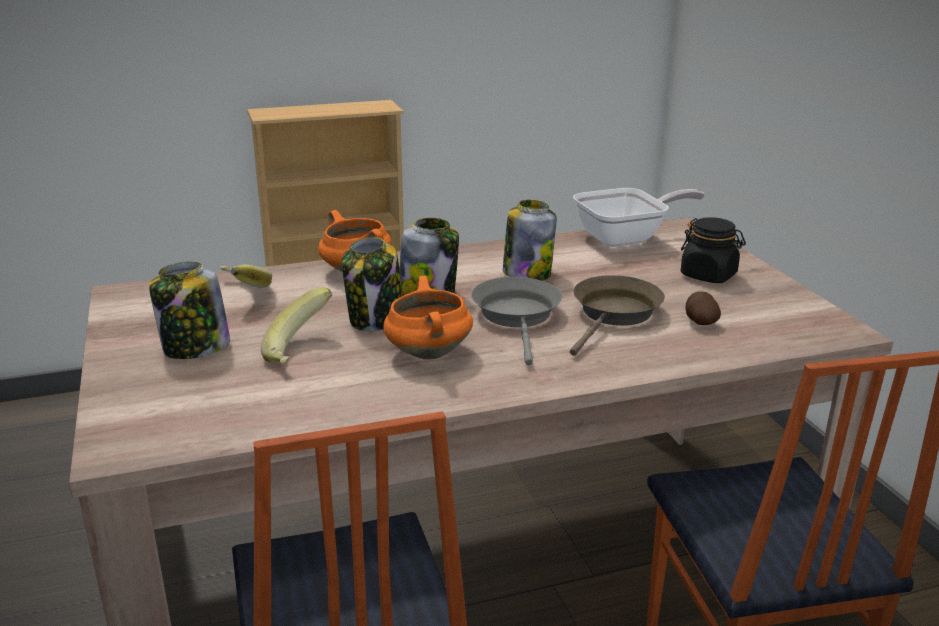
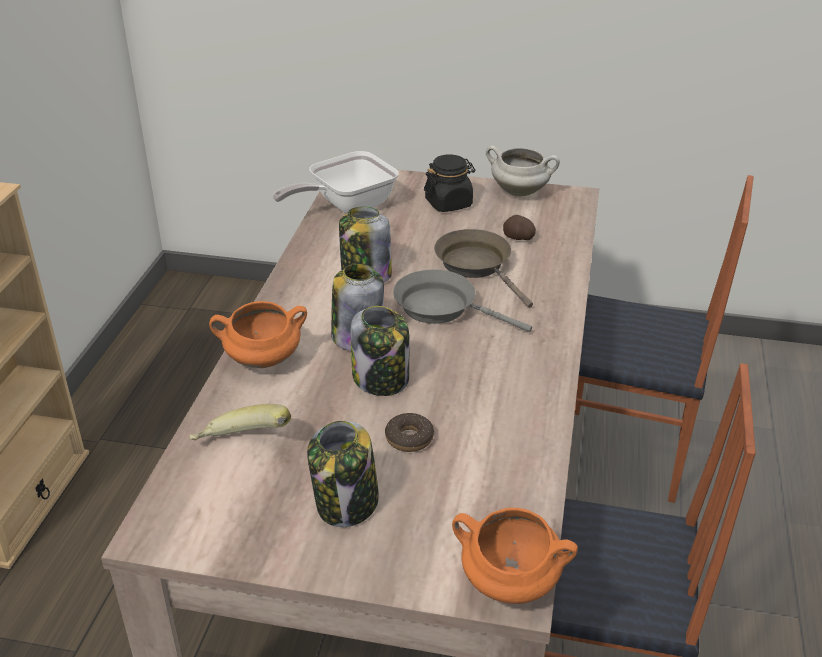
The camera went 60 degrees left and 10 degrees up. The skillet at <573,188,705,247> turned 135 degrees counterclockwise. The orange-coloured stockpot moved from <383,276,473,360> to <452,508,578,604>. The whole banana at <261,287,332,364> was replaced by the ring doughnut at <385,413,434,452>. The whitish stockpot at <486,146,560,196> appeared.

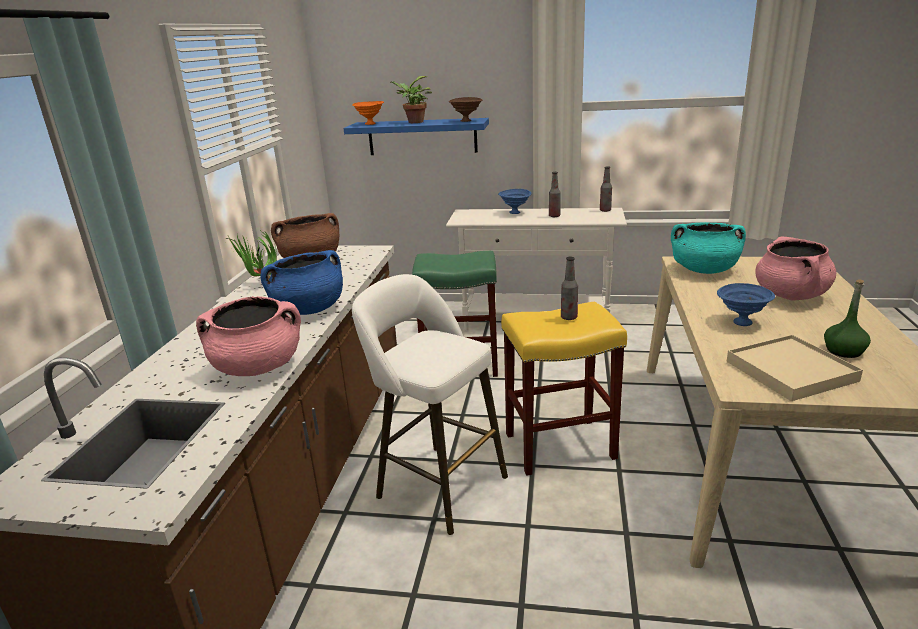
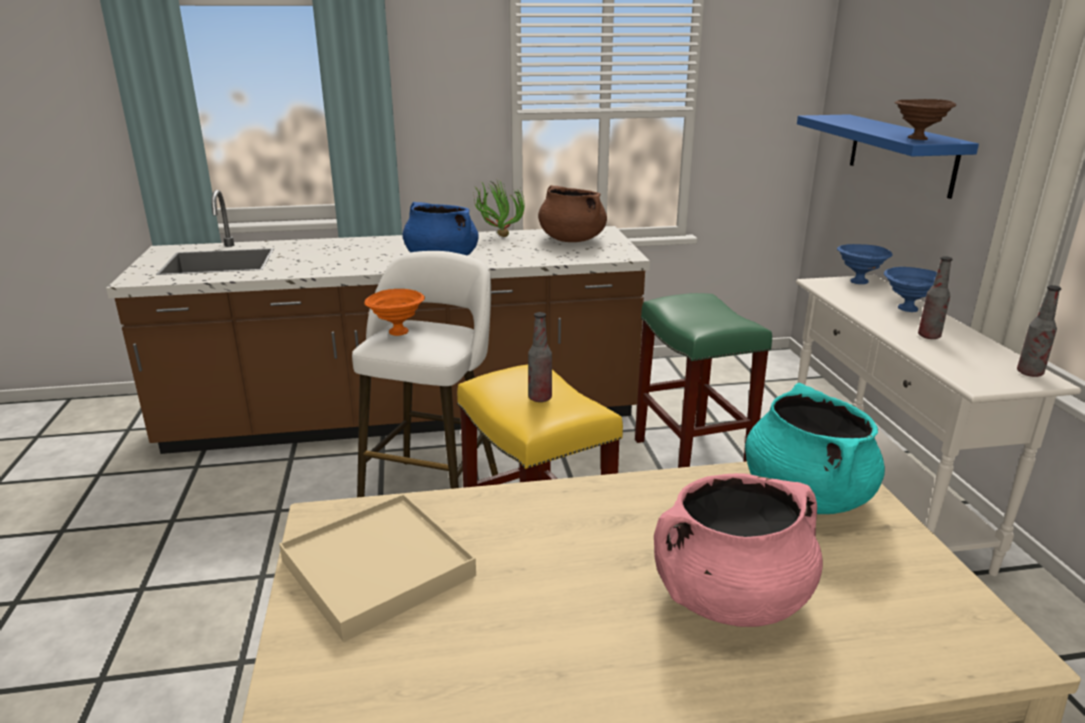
The camera went 70 degrees right and 0 degrees up. The plant in a pot at <390,76,432,123> disappeared. The orange-coloured serving bowl moved from <352,101,384,125> to <364,289,425,336>. The greenish bottle at <824,279,871,358> disappeared. The blue serving bowl moved from <717,283,775,326> to <837,244,893,284>. The pink-coloured stockpot at <196,296,301,376> disappeared.

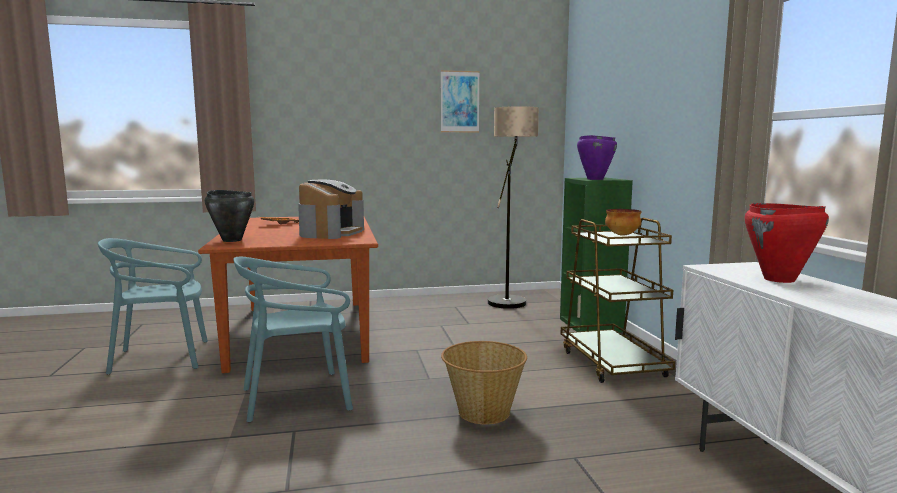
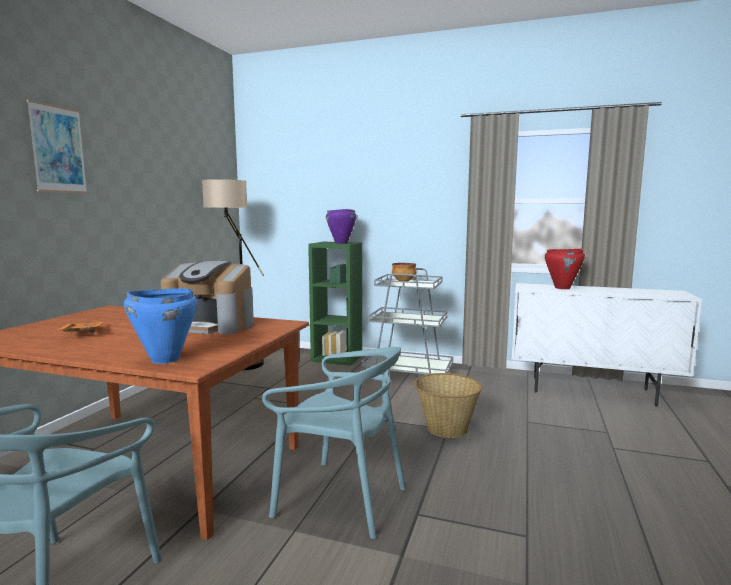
The camera went 60 degrees left and 0 degrees up. The wall picture moved from <441,70,480,133> to <27,100,87,193>. The coffee maker at <298,180,364,239> turned 150 degrees clockwise. The black stockpot at <205,190,254,242> became the blue stockpot at <124,288,197,364>. The brown cart at <561,218,675,383> became the greyish cart at <361,268,453,375>. The blue-green plain chair at <234,257,353,422> turned 75 degrees counterclockwise.

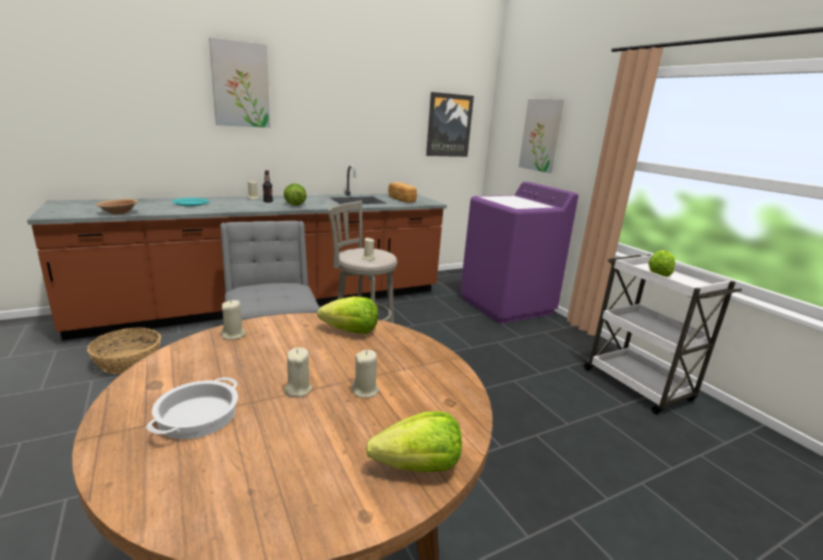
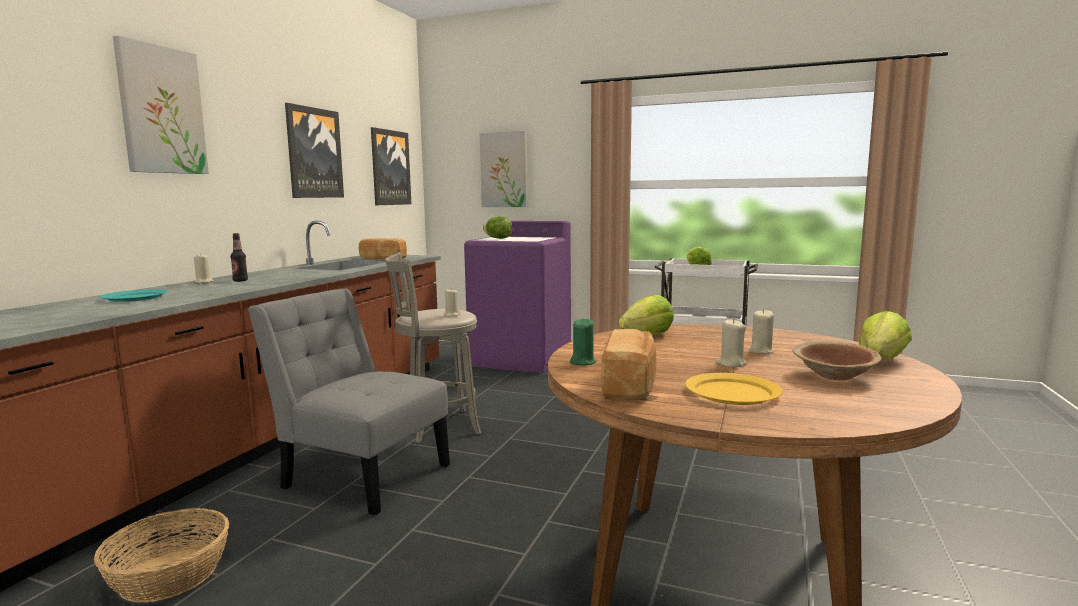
The camera went 40 degrees left and 10 degrees down. The lettuce head moved from <284,183,307,206> to <483,216,512,239>. The brown serving bowl moved from <96,199,138,214> to <792,341,881,380>. The sand-coloured wax light at <221,300,246,339> became the greenish wax light at <570,318,596,366>. The stockpot at <146,377,238,439> was replaced by the yellow plate at <685,373,783,405>. The wall picture at <285,103,344,198> appeared. The baked bread at <601,329,657,400> appeared.

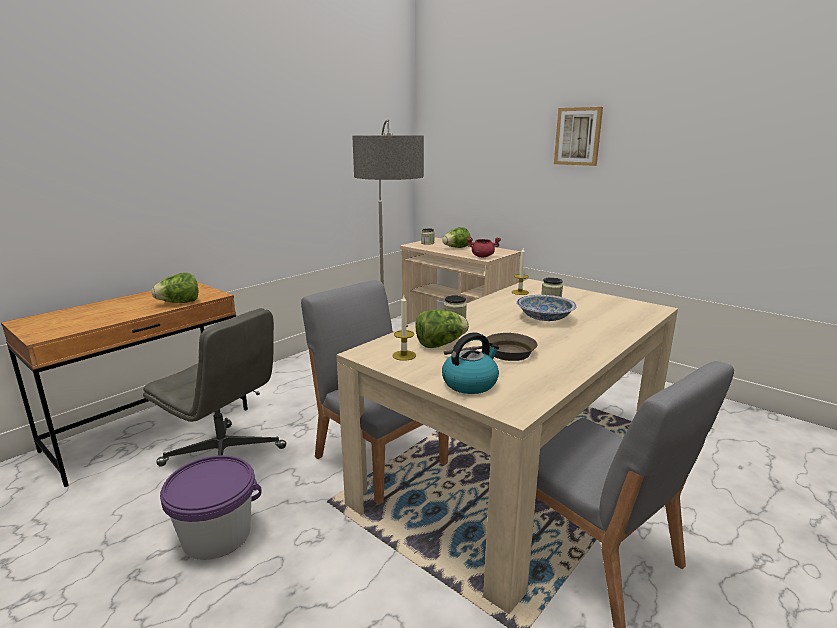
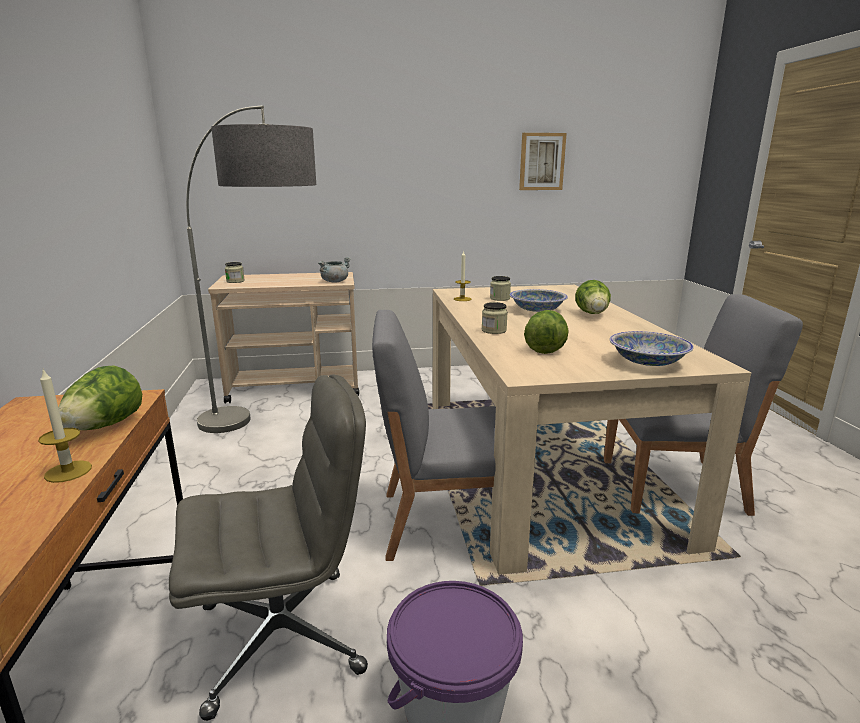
The camera went 50 degrees left and 0 degrees up. The wall picture moved from <554,107,603,166> to <519,133,567,190>. The lettuce head moved from <442,227,471,248> to <575,280,611,314>. The red stockpot at <467,237,501,257> became the greyish stockpot at <318,257,351,282>. The wax light moved from <392,296,416,361> to <38,369,92,483>. The water kettle at <442,332,499,394> was replaced by the serving bowl at <609,331,694,366>. The brown skillet at <444,333,538,361> disappeared.

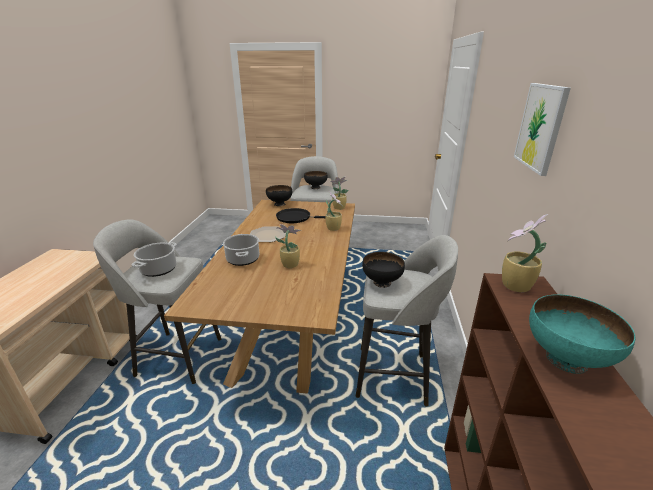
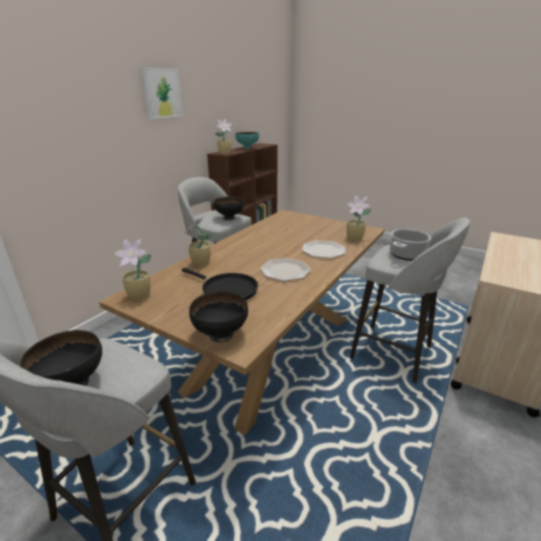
The camera went 155 degrees left and 0 degrees up. The plant in a pot moved from <275,224,301,268> to <346,196,371,241>. The stockpot at <223,234,259,266> was replaced by the plate at <302,240,345,258>.

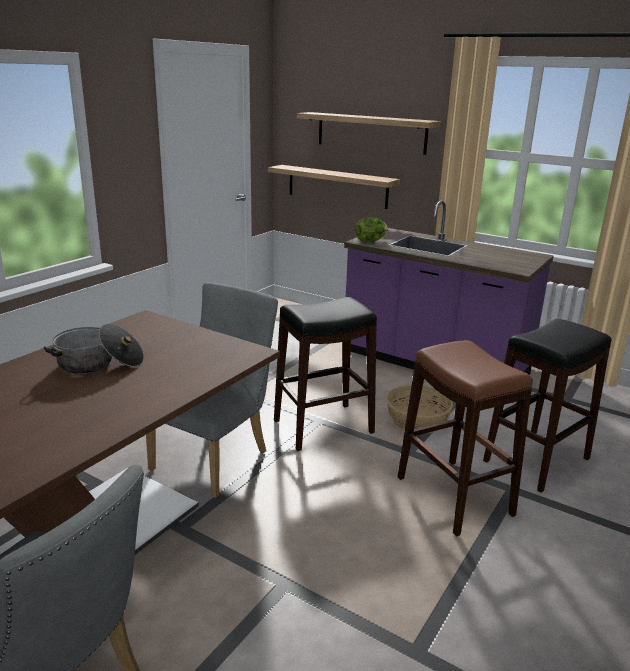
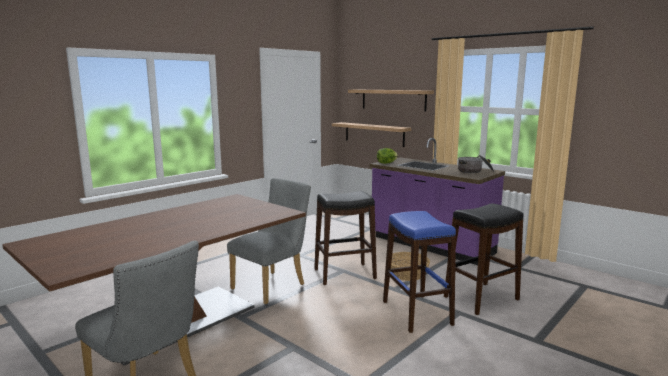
The camera went 10 degrees right and 10 degrees down. The stockpot moved from <44,324,144,374> to <458,154,494,173>. The brown stool at <397,340,533,537> became the blue stool at <383,211,456,333>.

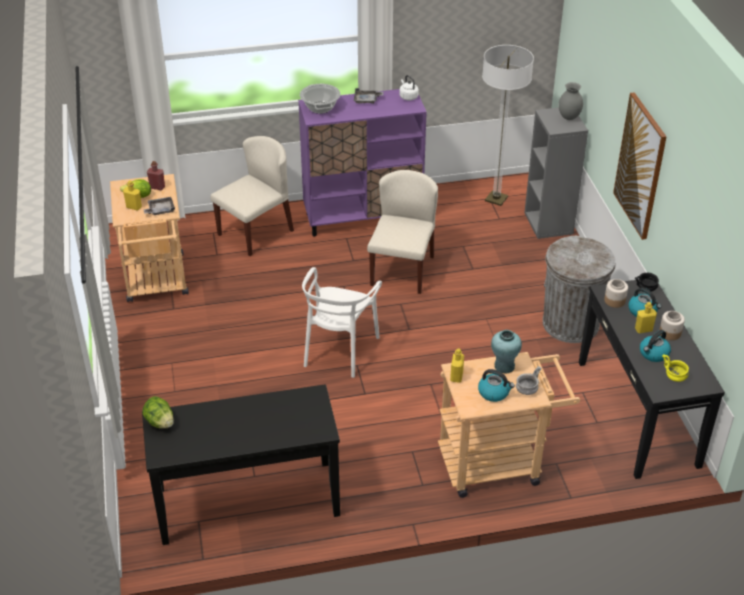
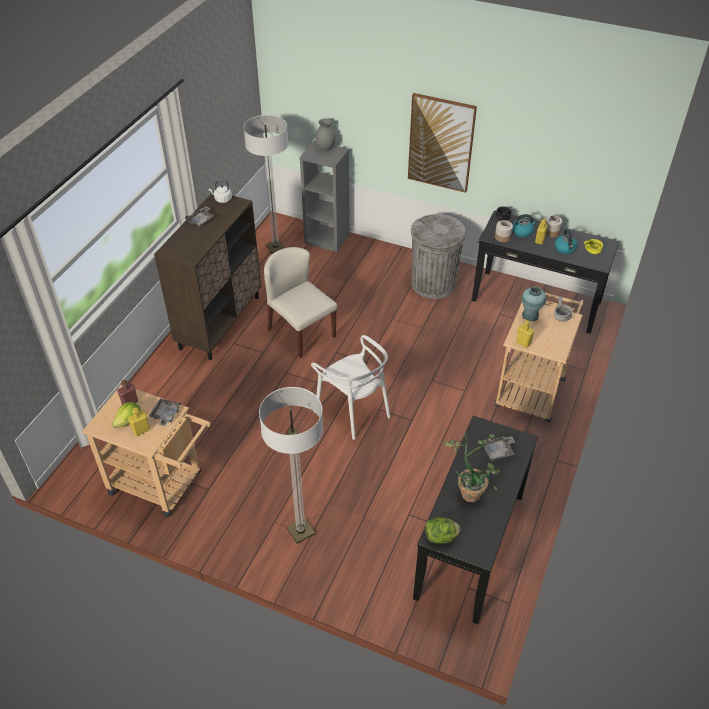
The camera went 55 degrees left and 5 degrees up. The stockpot at <300,83,340,114> disappeared. The purple storage cabinet at <298,89,427,237> became the brown storage cabinet at <154,191,261,360>. The sand-coloured plain chair at <210,136,294,256> disappeared. The water kettle at <478,369,515,402> disappeared. The standard lamp at <259,387,323,544> appeared. The plant in a pot at <444,433,500,502> appeared. The greyish tray at <482,436,515,461> appeared.

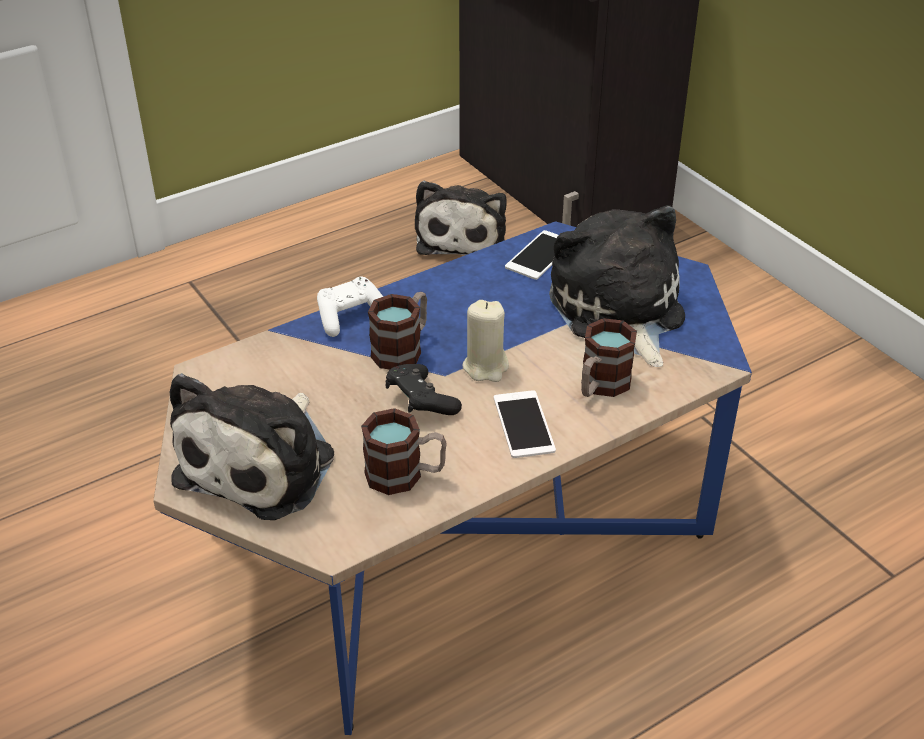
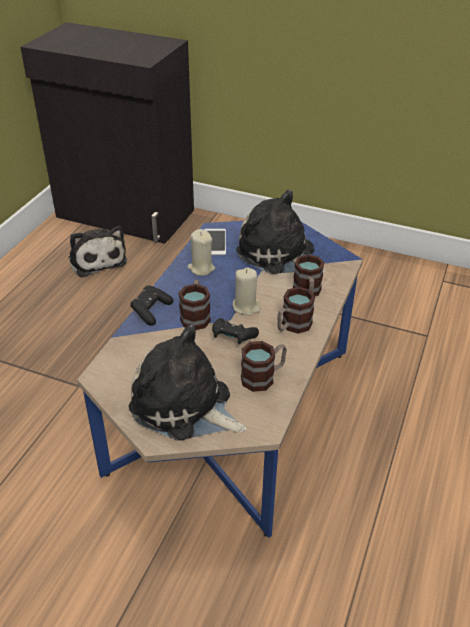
The camera went 35 degrees left and 0 degrees up. The whitish gamepad at <317,277,383,337> became the black gamepad at <130,285,173,326>. The soft toy at <170,373,334,520> turned 135 degrees clockwise. The handset at <493,390,556,458> was replaced by the tea mug at <277,287,315,334>. The sand-coloured wax light at <187,229,215,276> appeared.

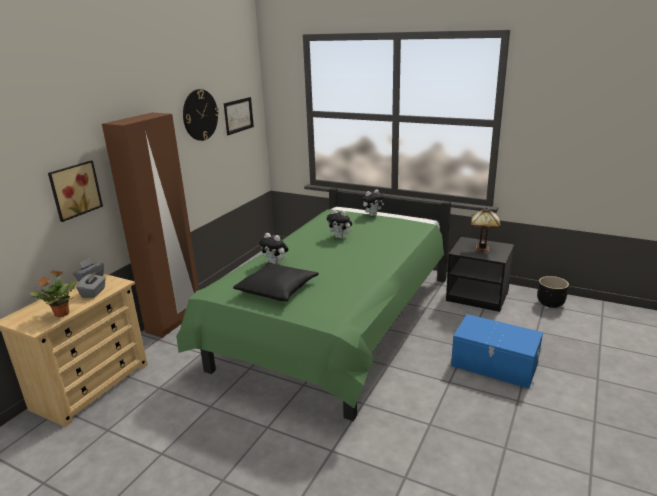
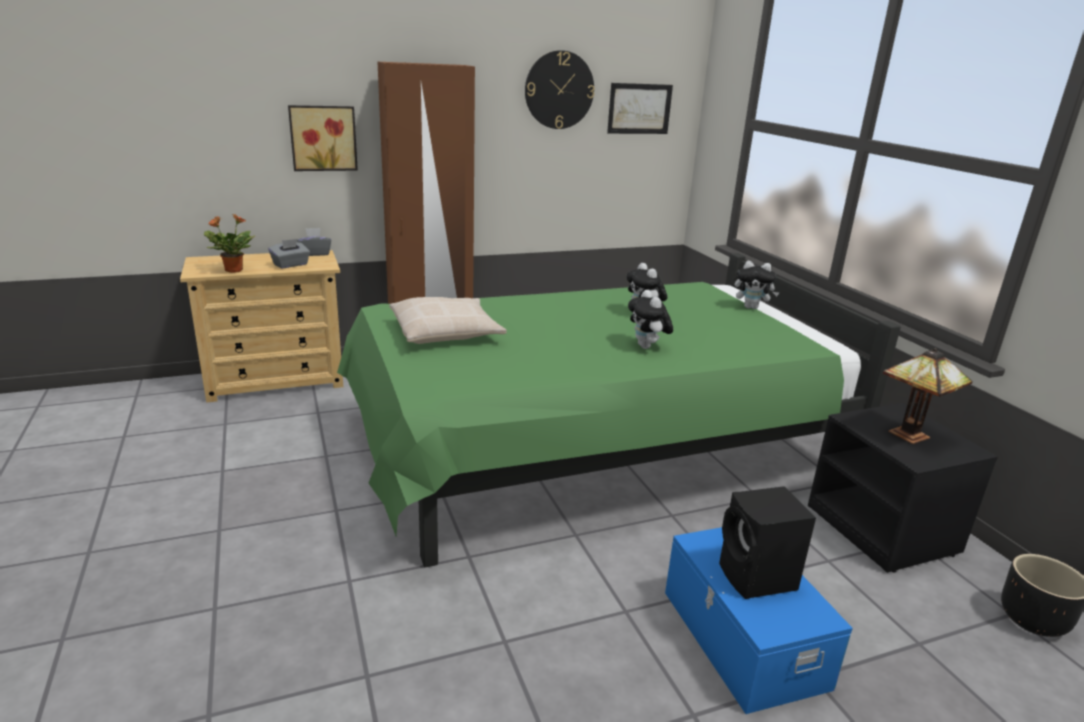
The camera went 40 degrees right and 0 degrees up. The soft toy moved from <259,233,288,265> to <628,290,673,349>. The black pillow at <233,262,319,301> became the sand-coloured pillow at <390,297,507,344>. The black speaker at <719,486,816,599> appeared.

